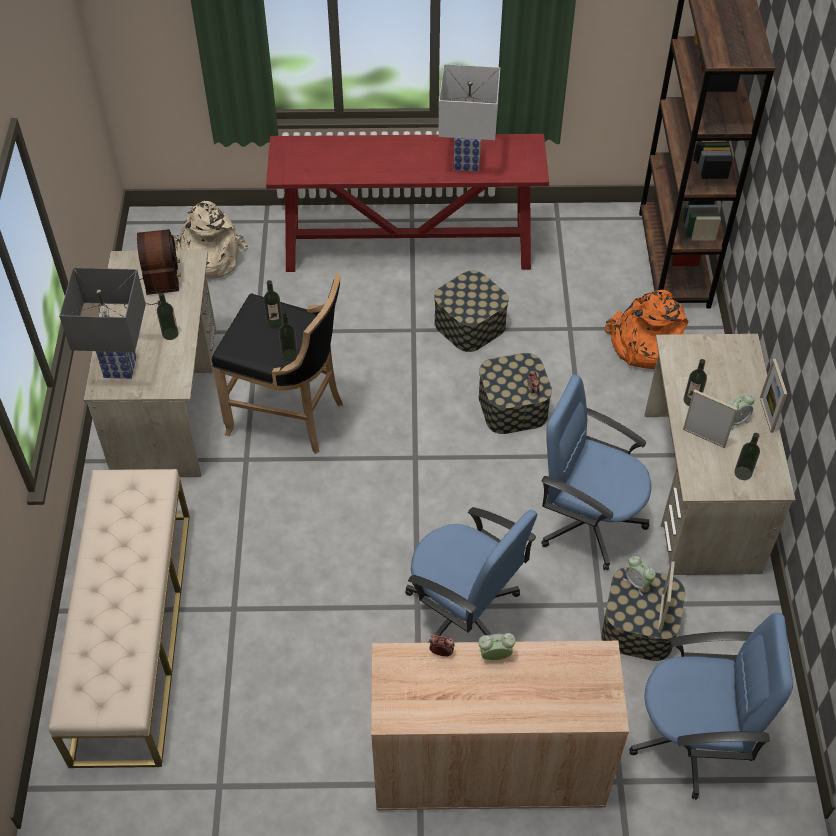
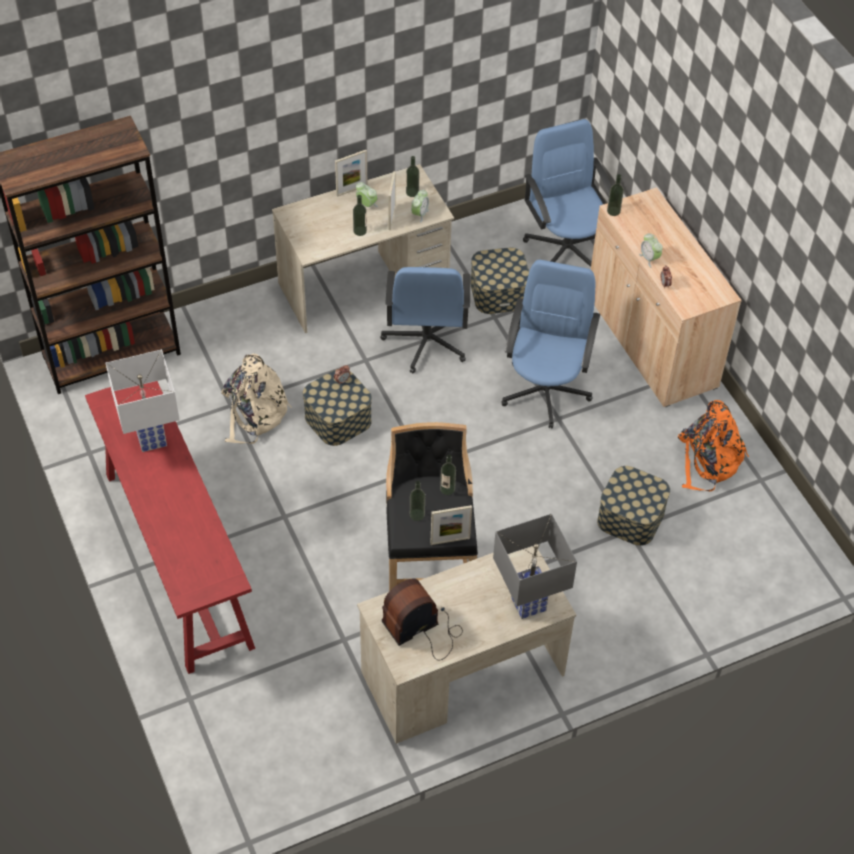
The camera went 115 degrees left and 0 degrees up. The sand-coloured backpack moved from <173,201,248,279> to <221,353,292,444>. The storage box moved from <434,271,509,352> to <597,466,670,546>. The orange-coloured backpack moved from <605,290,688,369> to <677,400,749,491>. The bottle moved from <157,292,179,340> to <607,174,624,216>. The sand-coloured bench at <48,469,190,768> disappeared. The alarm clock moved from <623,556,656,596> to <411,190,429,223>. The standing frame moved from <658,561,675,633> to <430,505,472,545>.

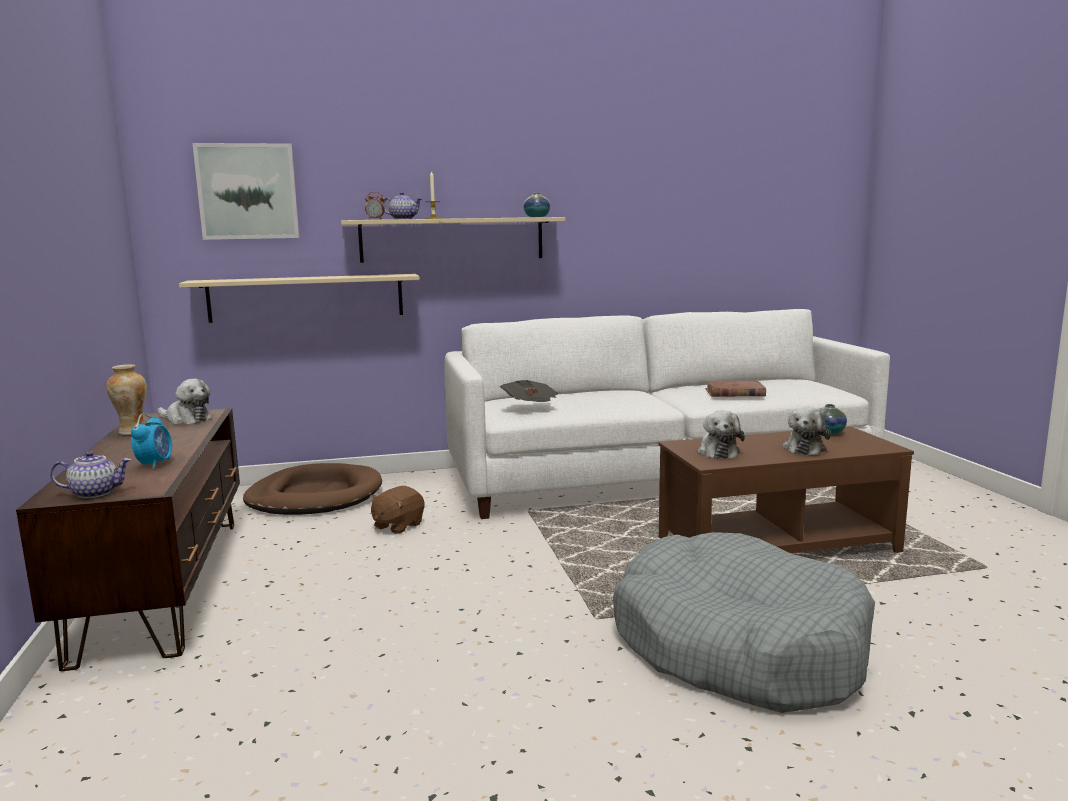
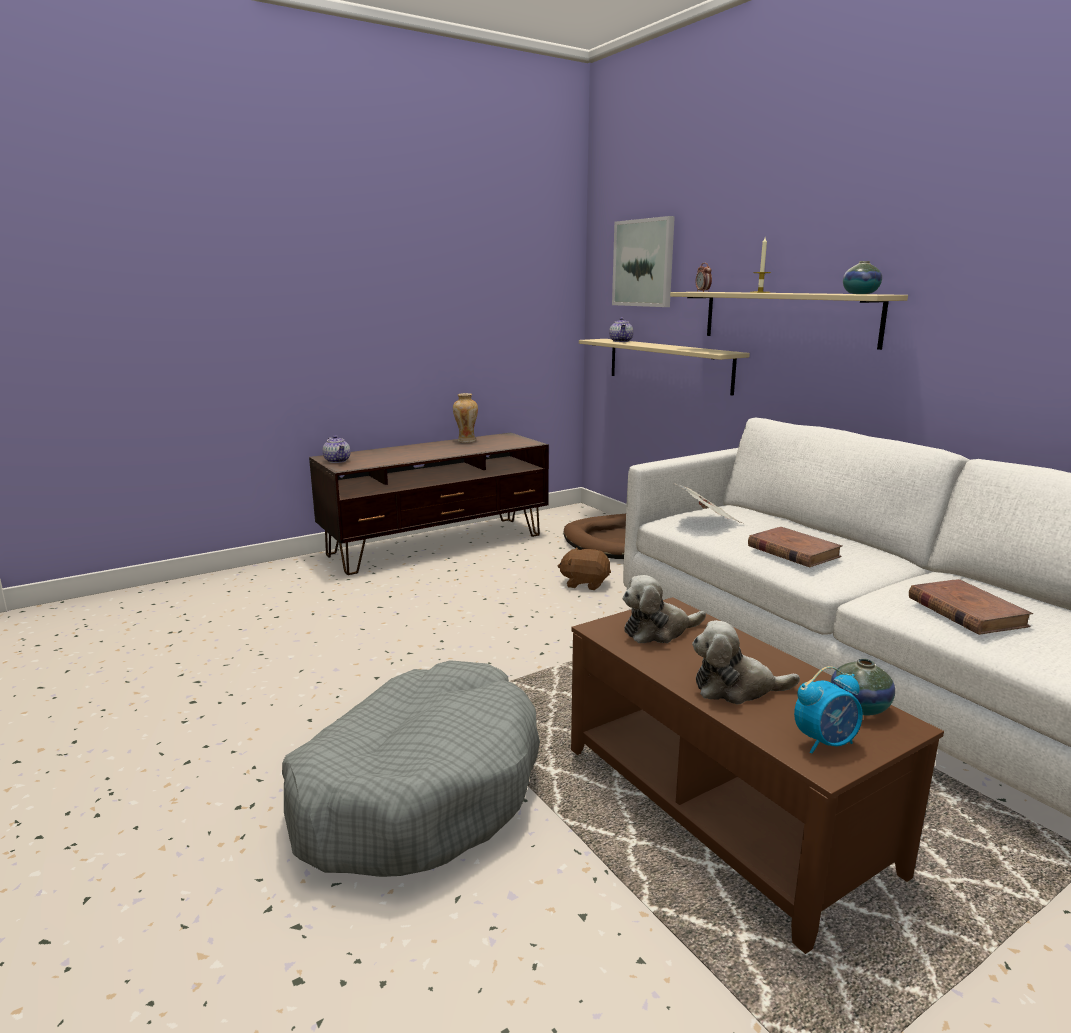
The camera went 70 degrees right and 5 degrees up. The pot for tea moved from <383,192,422,219> to <609,317,633,342>. The soft toy at <157,379,212,424> disappeared. The alarm clock moved from <131,414,172,469> to <794,666,863,754>. The brown book at <748,527,842,568> appeared.

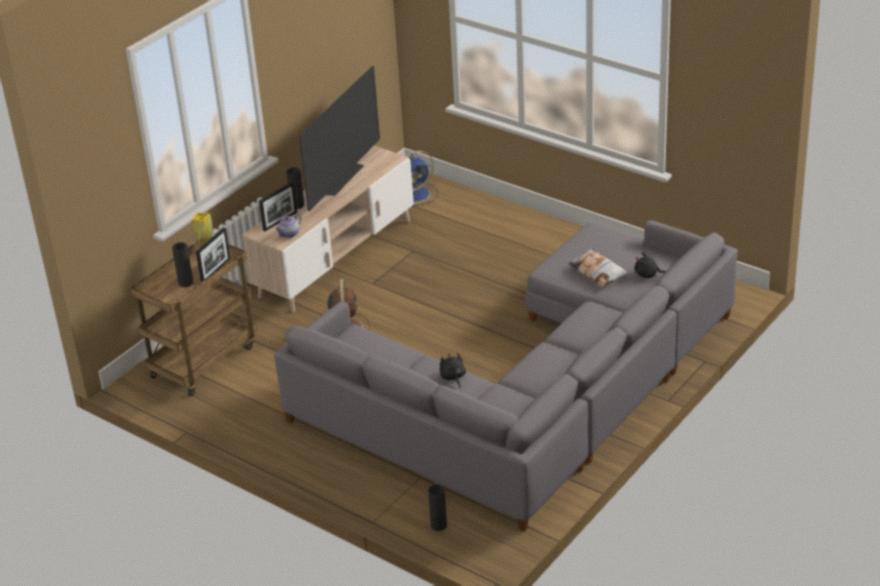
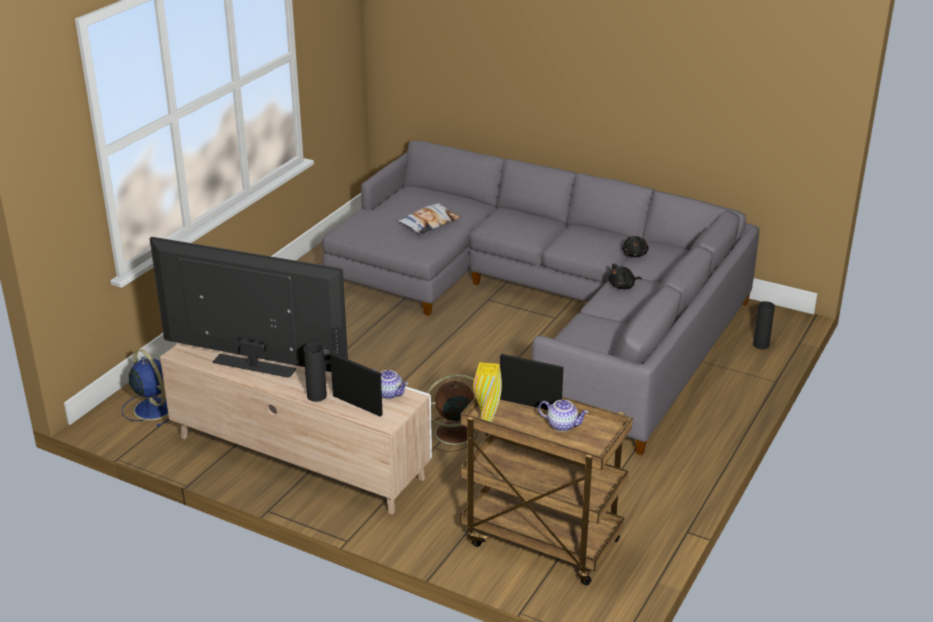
The camera went 100 degrees left and 5 degrees down. The black flower vase at <172,242,193,287> was replaced by the pot for tea at <538,400,589,432>. The black soft toy moved from <635,252,666,278> to <622,236,649,257>.

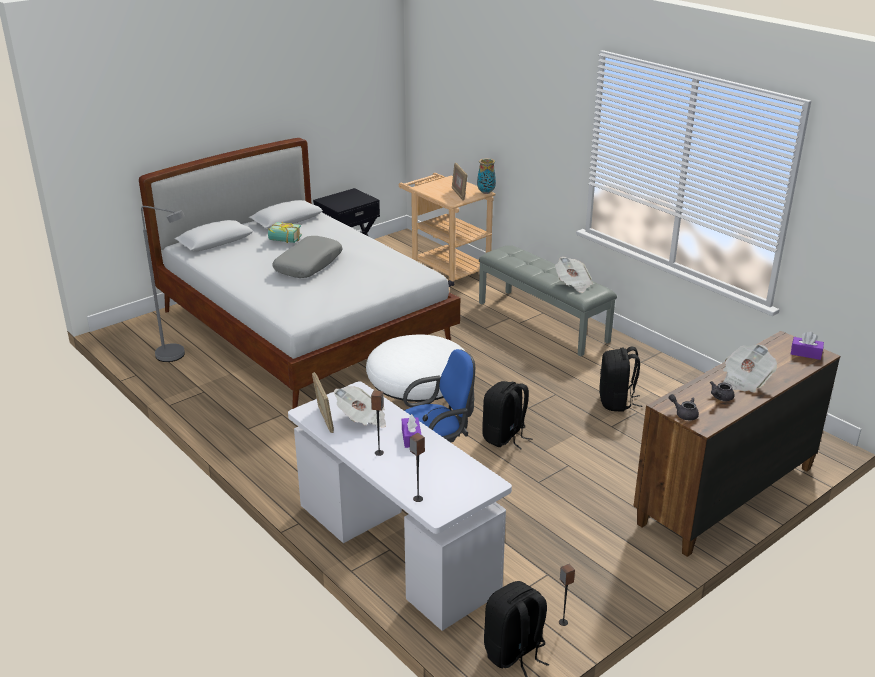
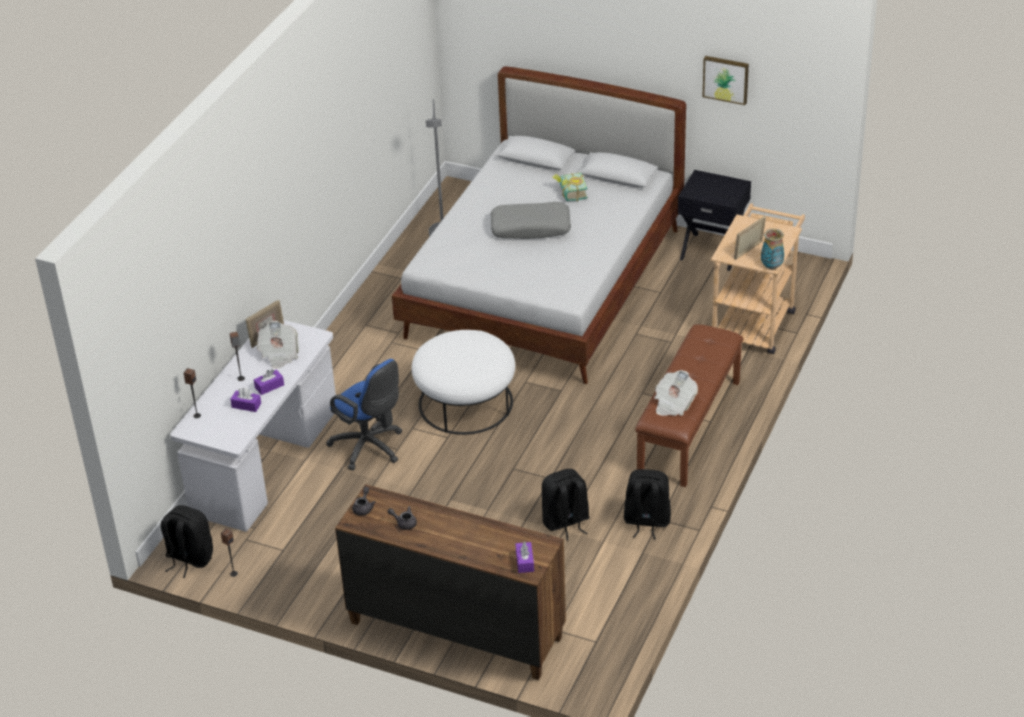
The camera went 65 degrees right and 10 degrees up. The greyish bench at <479,245,617,357> became the brown bench at <635,325,743,487>. The newspaper at <723,344,777,392> disappeared. The black backpack moved from <482,381,532,450> to <624,469,671,540>. The wall picture at <702,56,749,105> appeared. The purple tissue holder at <230,388,261,412> appeared.

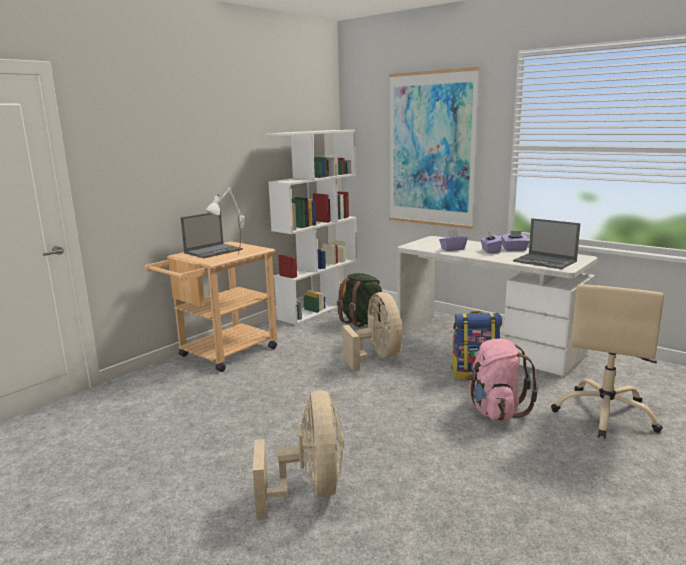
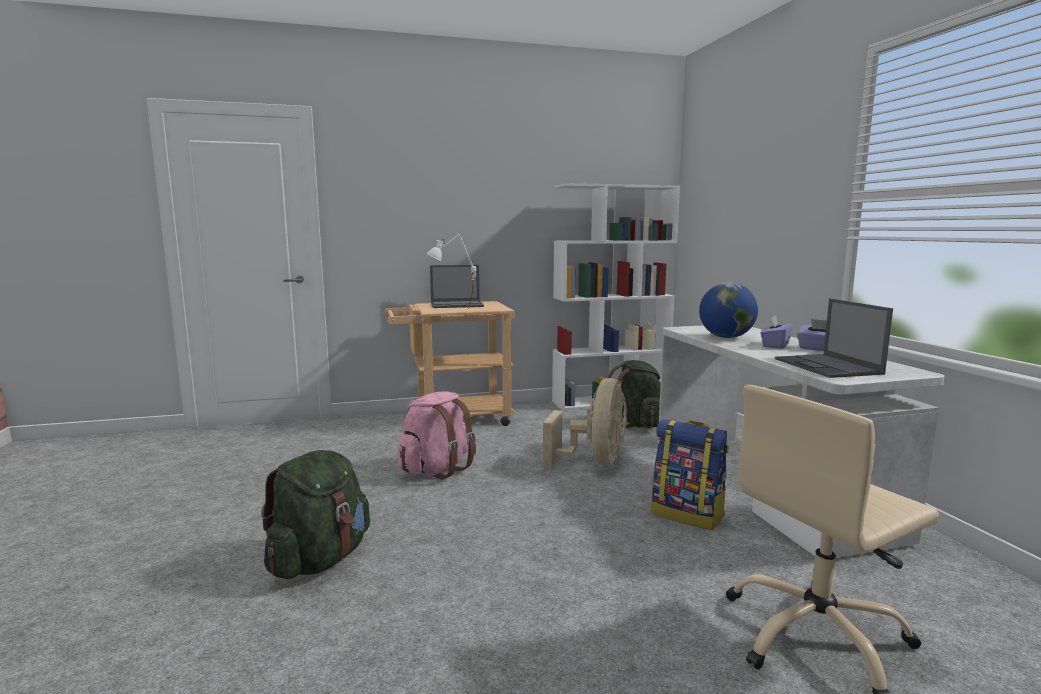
The camera went 35 degrees right and 5 degrees down. The wall picture at <389,67,480,229> disappeared. The purple tissue holder at <439,230,468,251> was replaced by the world globe at <699,282,758,338>. The pink-coloured backpack moved from <465,338,538,421> to <398,391,476,480>. The sand-coloured fan at <253,390,344,520> was replaced by the greenish backpack at <261,450,370,579>.

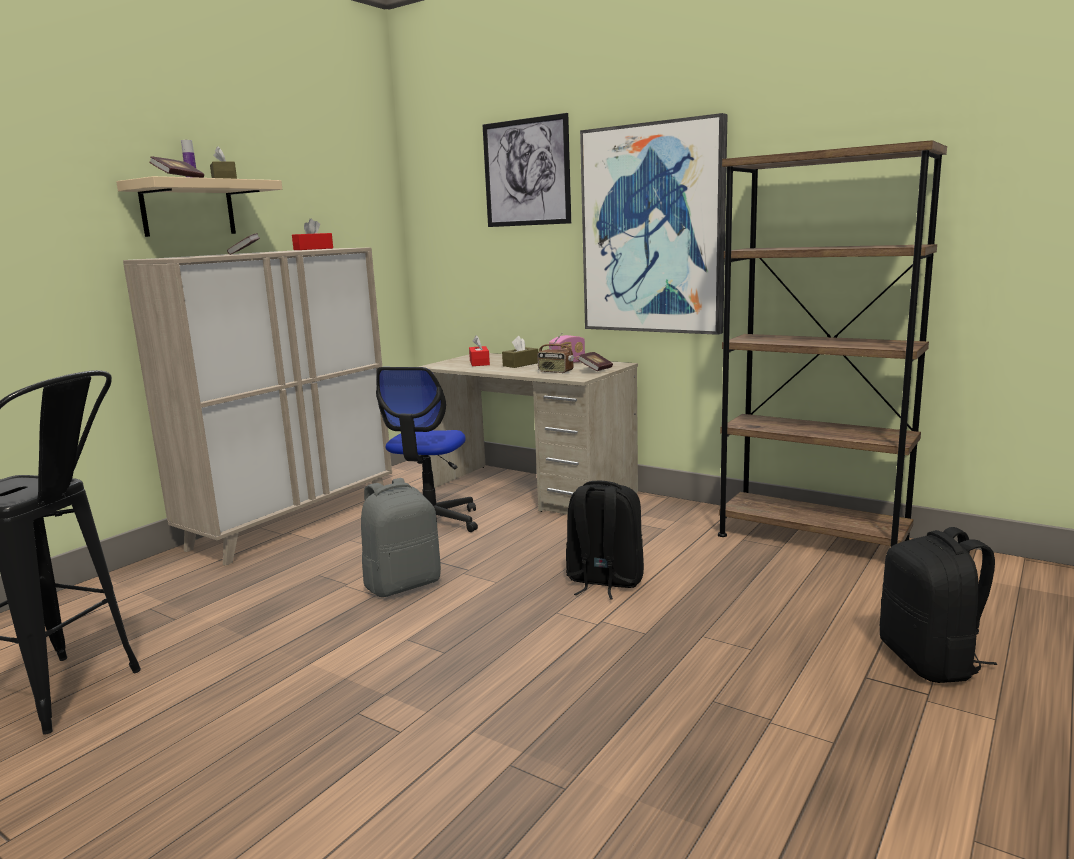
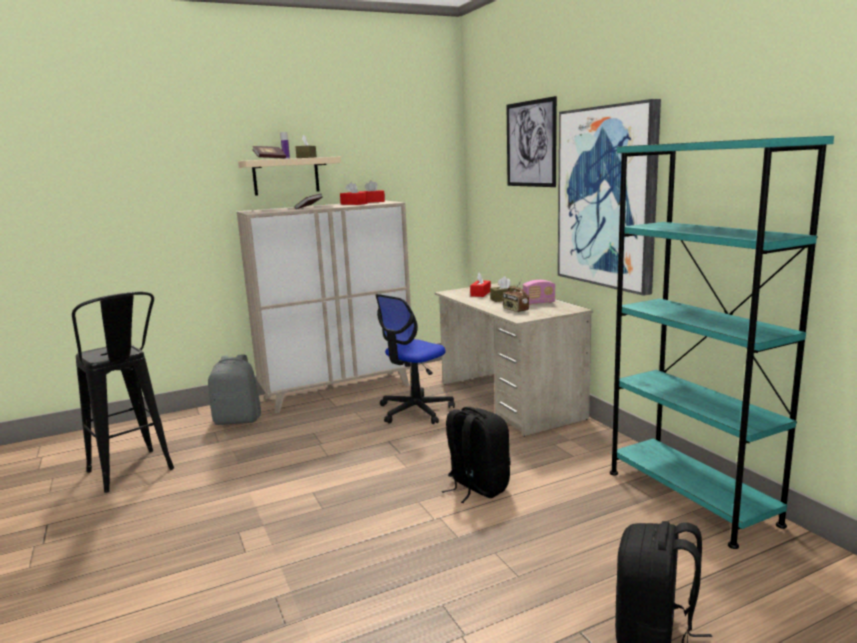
The camera went 30 degrees right and 0 degrees up. The brown bookcase at <718,140,947,547> became the blue-green bookcase at <610,136,834,549>. The book at <578,352,613,371> disappeared. The greyish backpack moved from <361,478,441,597> to <208,354,261,425>. The red tissue holder at <340,182,367,205> appeared.

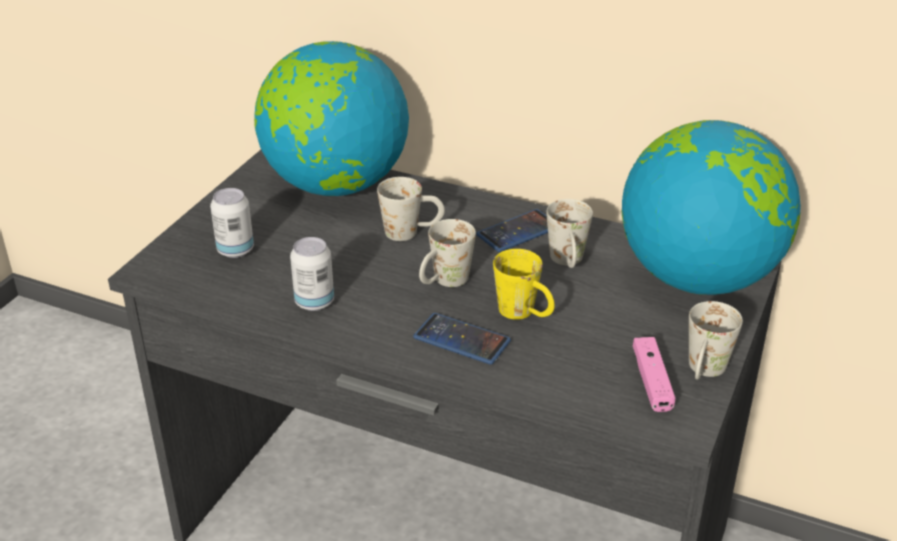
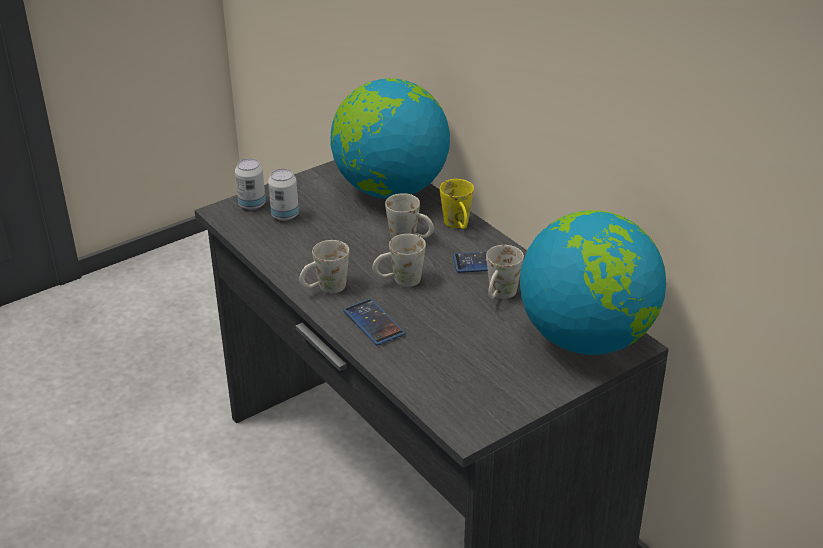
The camera went 30 degrees right and 0 degrees up. The sealed can moved from <290,237,334,311> to <235,158,266,210>. The yellow tea mug moved from <493,249,555,320> to <440,179,474,229>. The whitish tea mug moved from <689,301,743,380> to <299,240,349,293>. The pink-coloured gamepad at <633,337,675,412> disappeared.

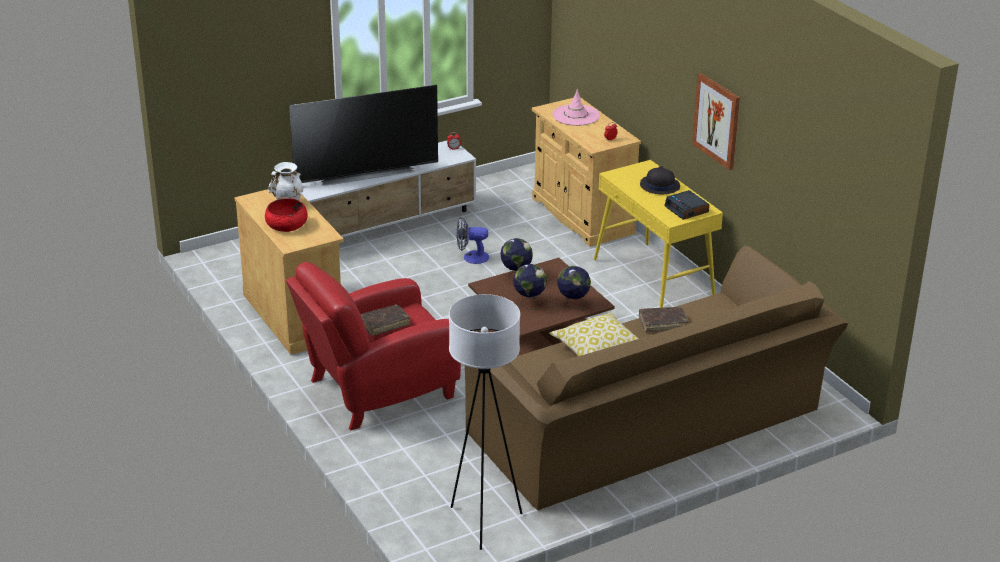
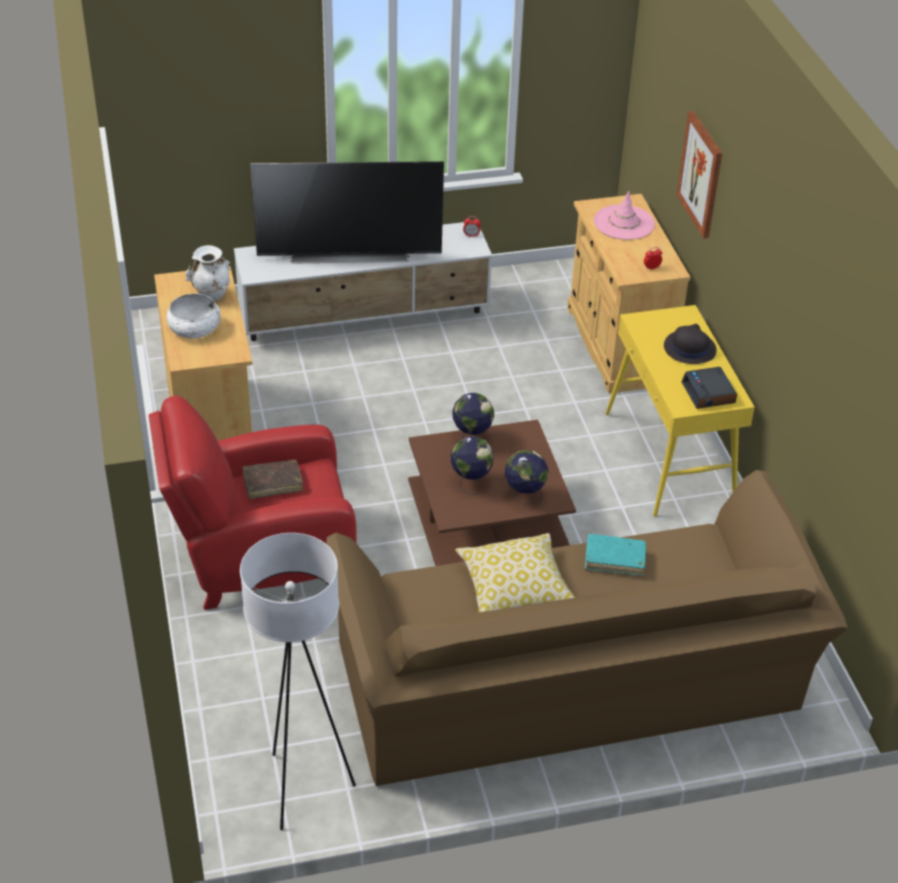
The camera went 15 degrees right and 10 degrees up. The wall picture moved from <692,73,740,170> to <677,111,722,239>. The red serving bowl at <265,198,308,232> became the whitish serving bowl at <167,294,221,339>. The fan at <456,217,489,264> disappeared. The brown book at <639,307,688,332> became the blue-green book at <585,534,646,576>.

